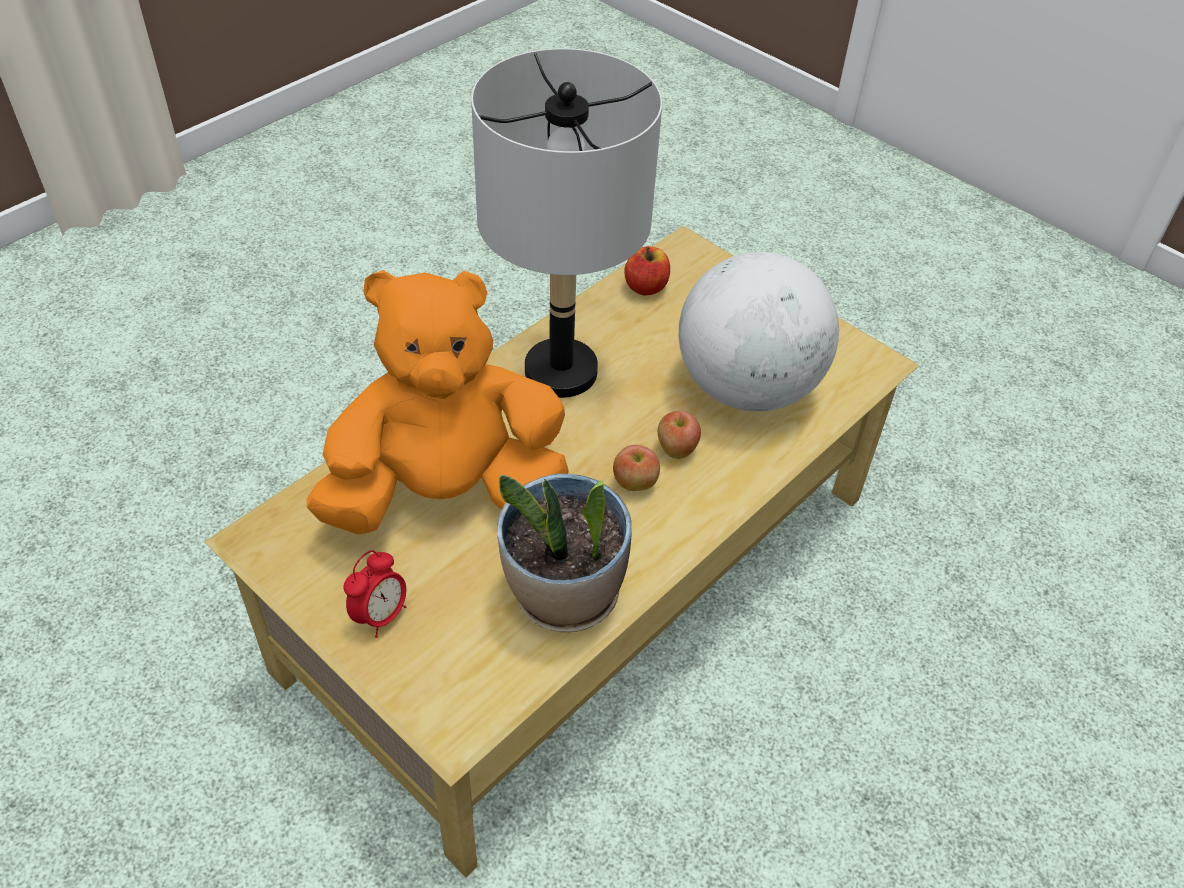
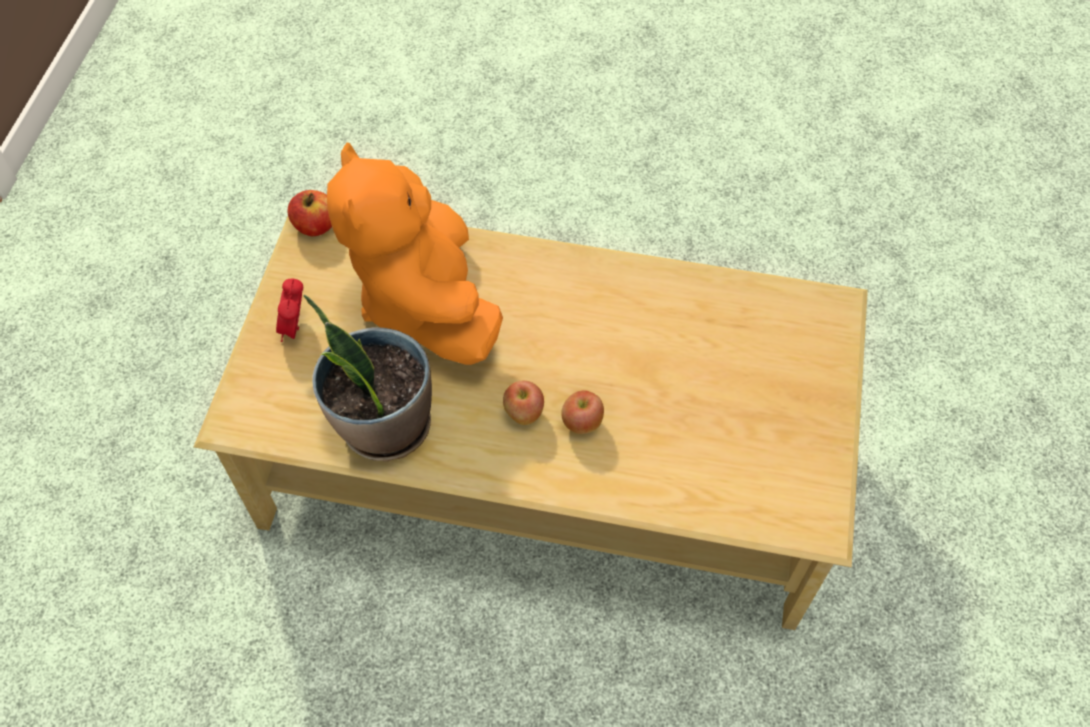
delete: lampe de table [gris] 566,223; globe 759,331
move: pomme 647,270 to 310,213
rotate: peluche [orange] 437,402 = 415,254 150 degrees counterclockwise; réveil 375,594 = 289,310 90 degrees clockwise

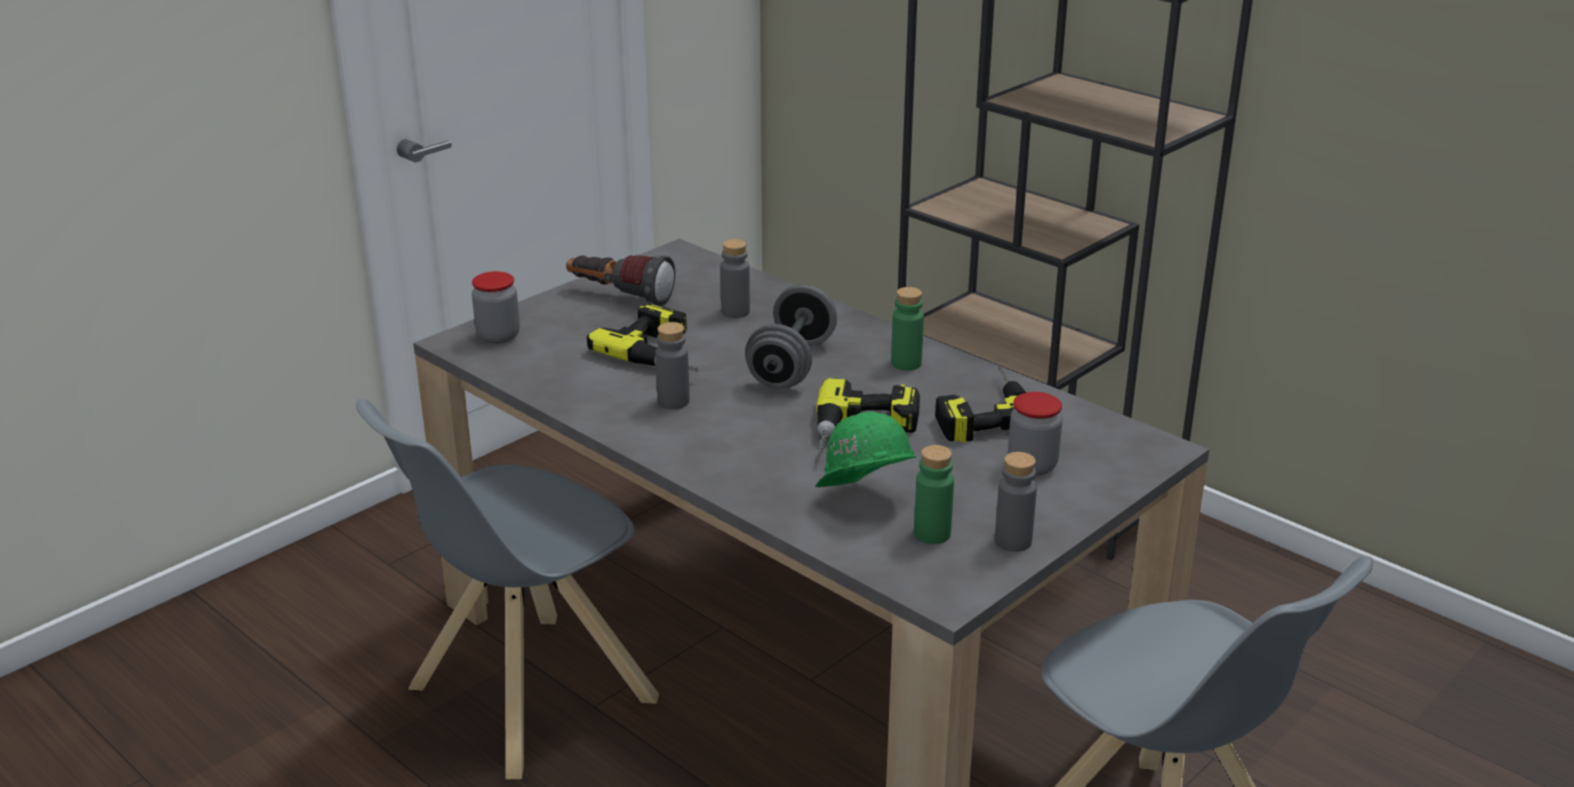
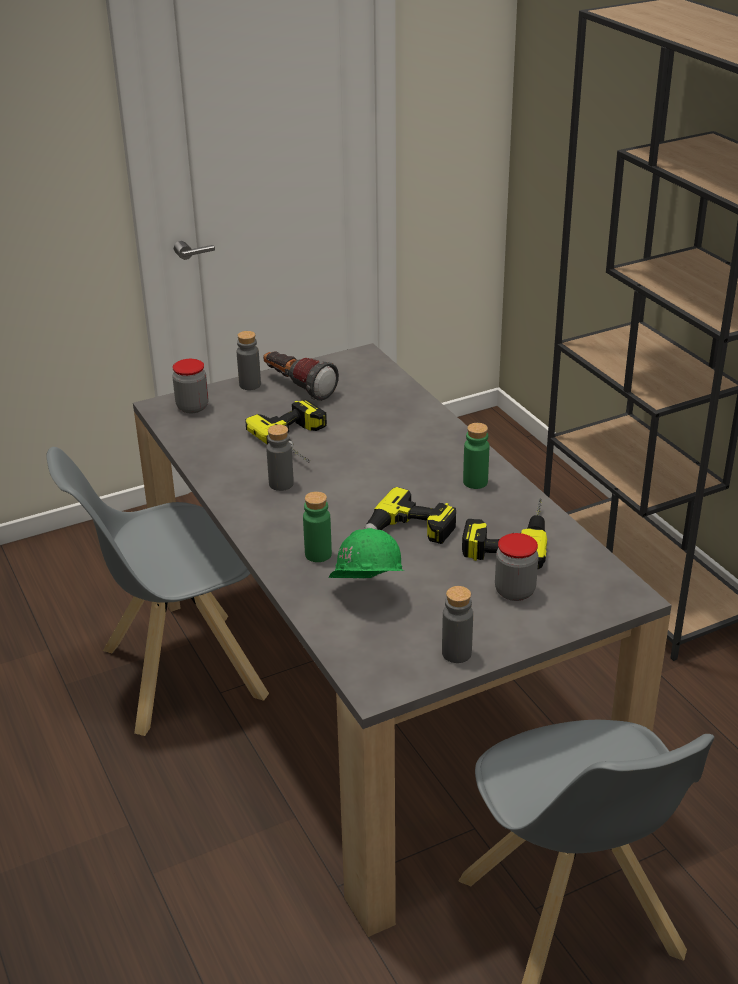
delete: haltère [gris] 791,336
move: bouteille [gris] 735,278 to 249,360; bouteille [vert] 934,494 to 317,526

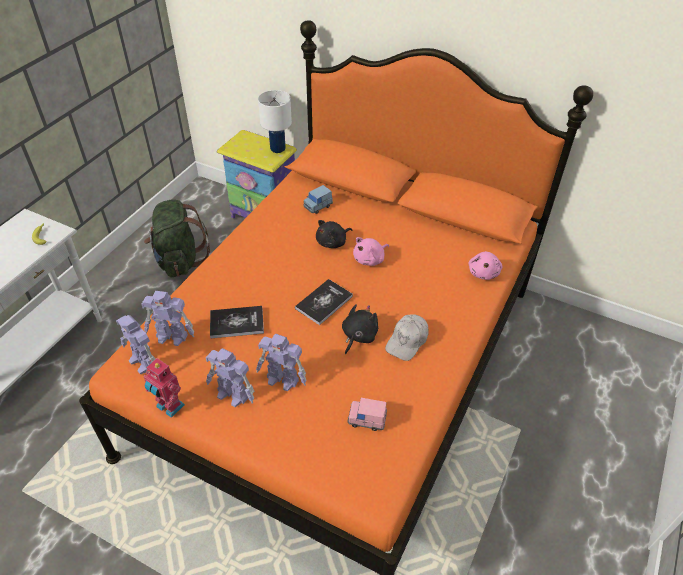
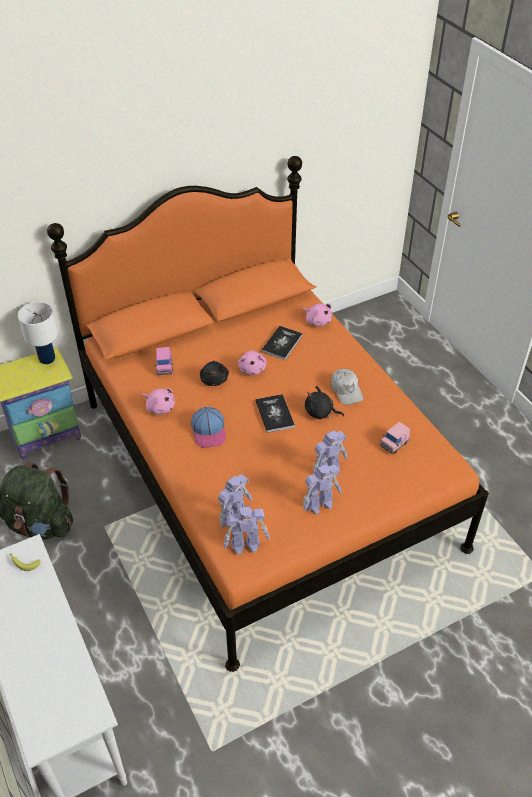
delete: robot jouet 164,388
insert: peluche [rose] 158,402; casquette 208,427
move: livre 237,322 to 282,343
recolor: petite voiture [bleu] 318,199 to petite voiture [rose] 164,361
rotate: peluche [noir] 360,329 = 324,402 45 degrees counterclockwise

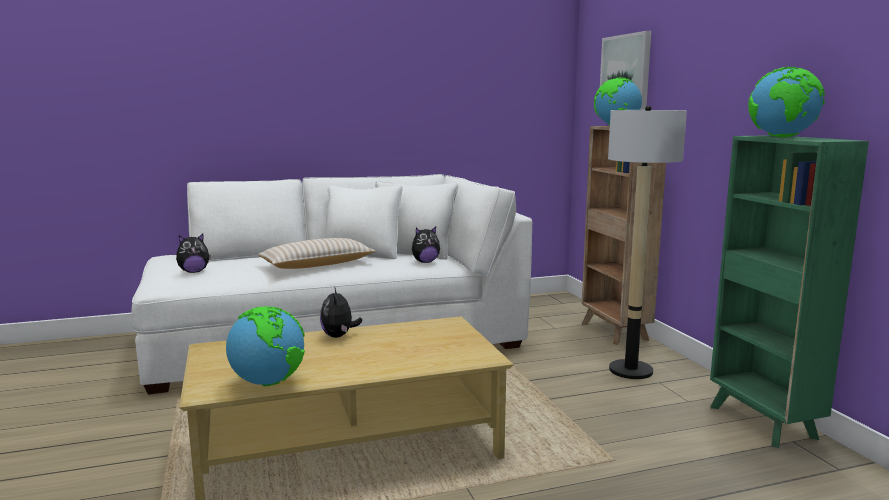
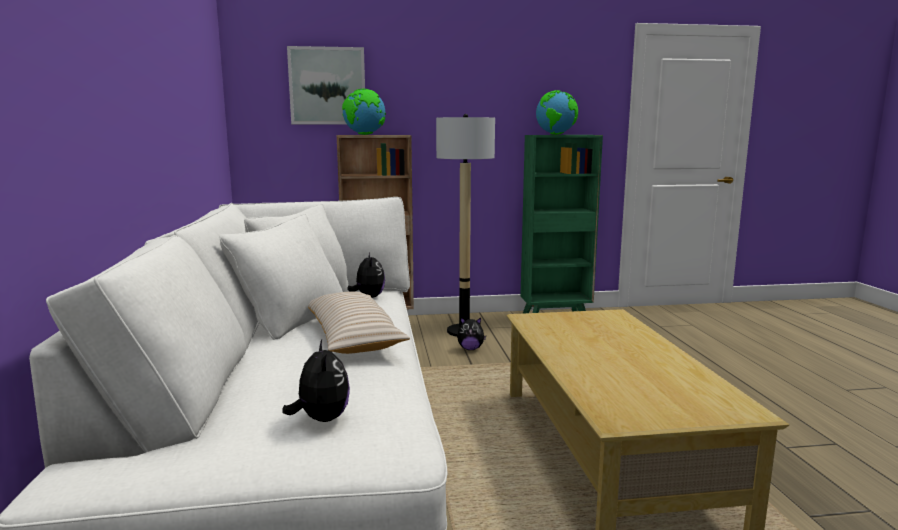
delete: globe 265,346
move: peluche 341,312 to 471,334

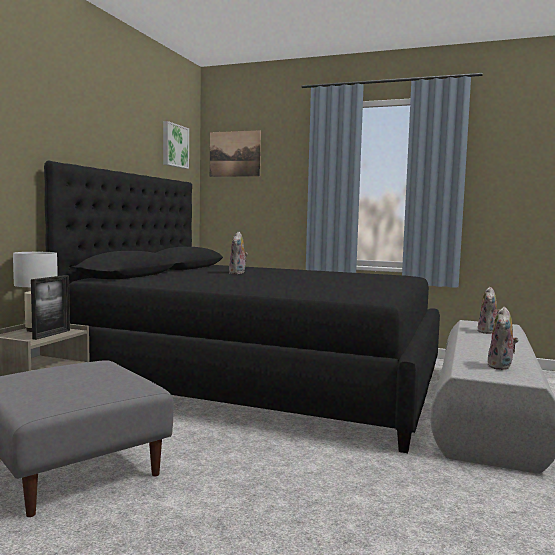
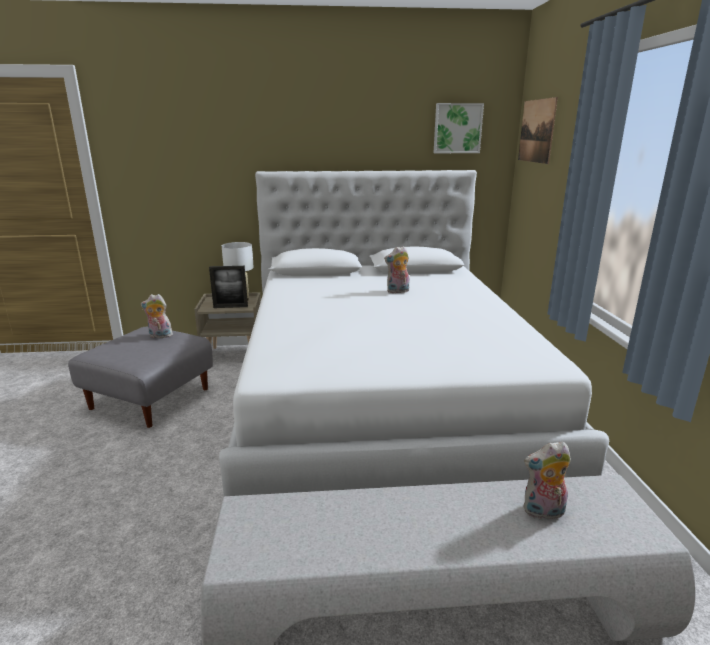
move: peluche 503,338 to 157,316
recolor: lit [noir] 242,307 to lit [blanc] 414,333

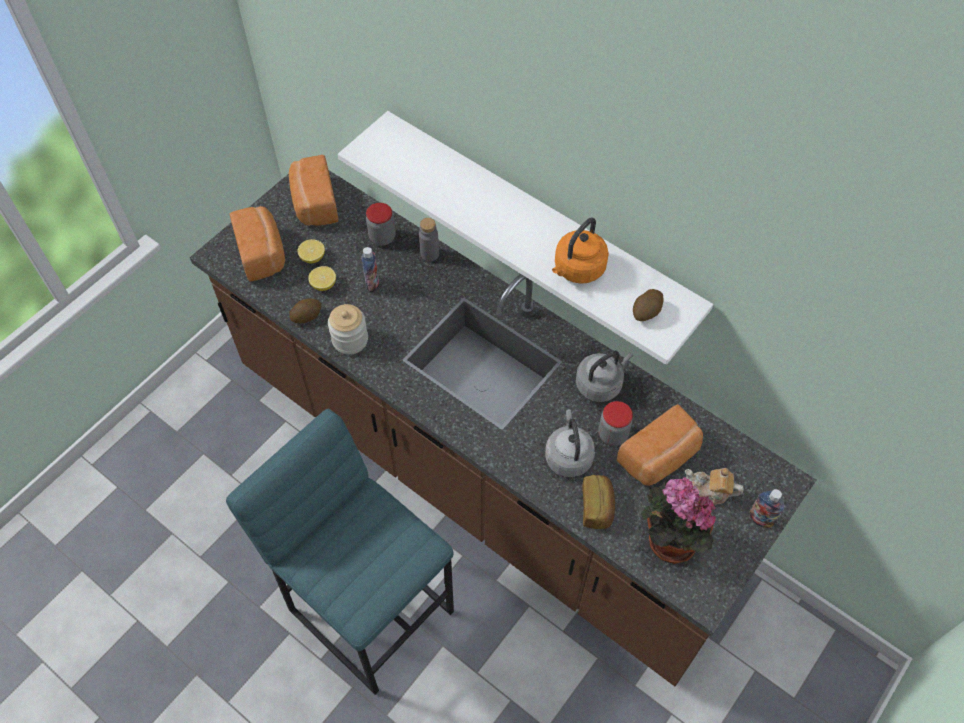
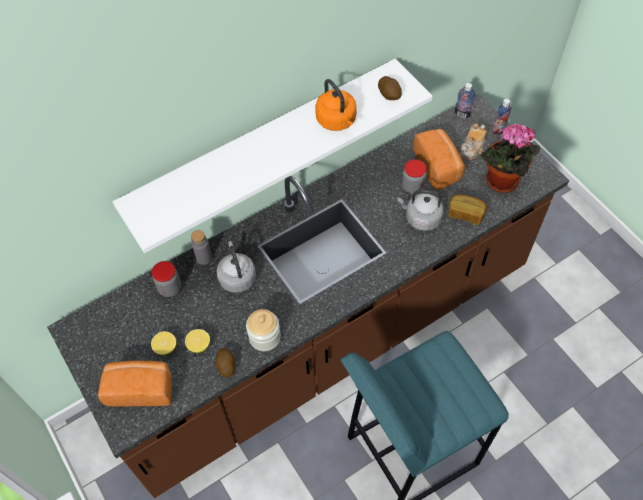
delete: pain 313,190
move: bouteille 370,269 to 465,100; bouilloire [gris] 605,376 to 236,267

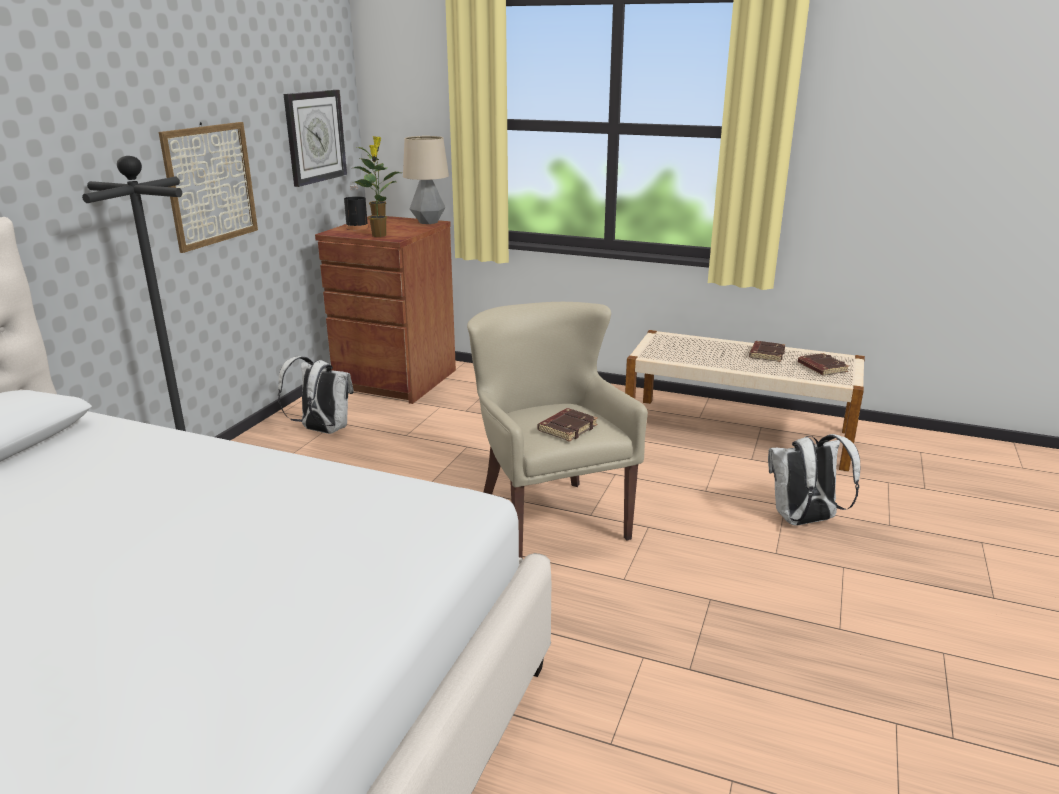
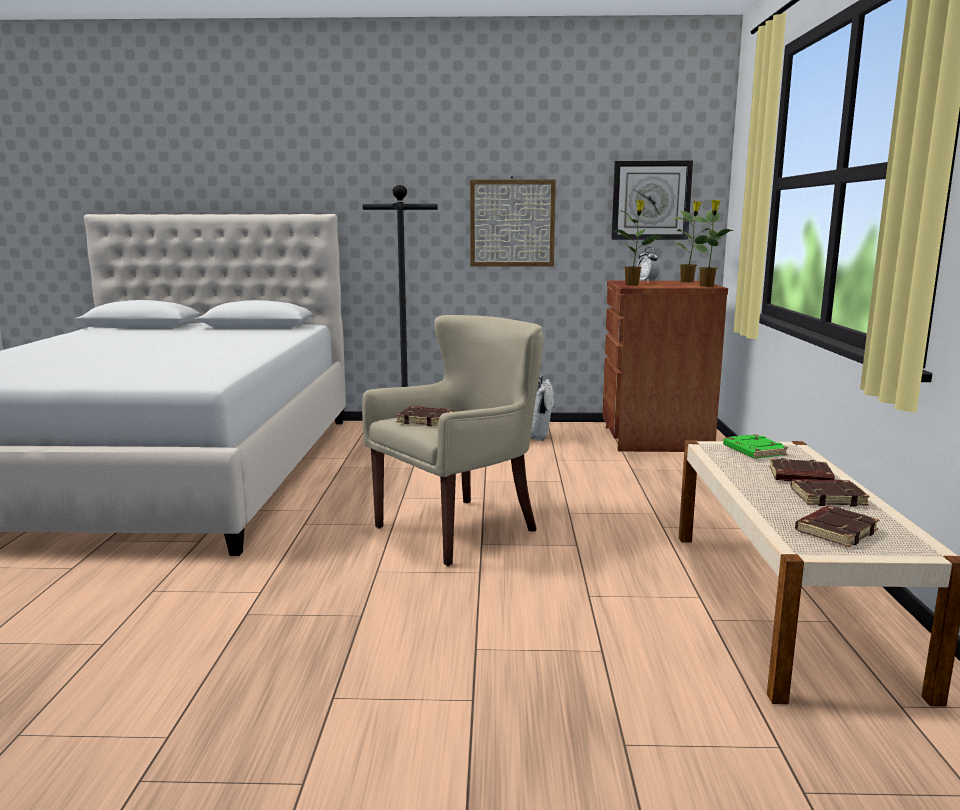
delete: sac à dos [blanc] 814,480
insert: livre [vert] 755,446; livre [marron] 802,469
replace: bouteille [noir] 356,207 to réveil 648,264; lampe de table 426,180 to plante en pot 711,243

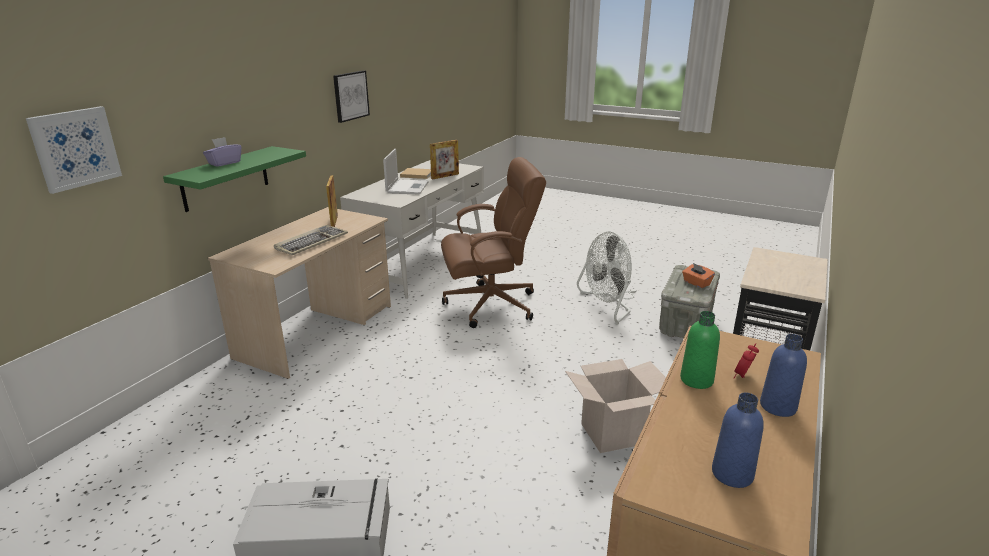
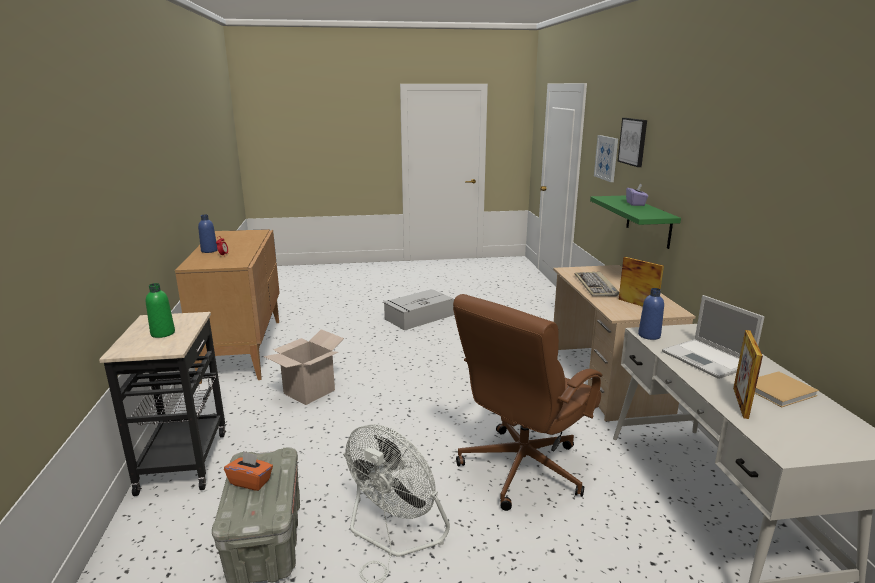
move: tableau 351,96 to 632,142; bouteille [vert] 700,350 to 160,310; bouteille [bleu] 738,440 to 651,314

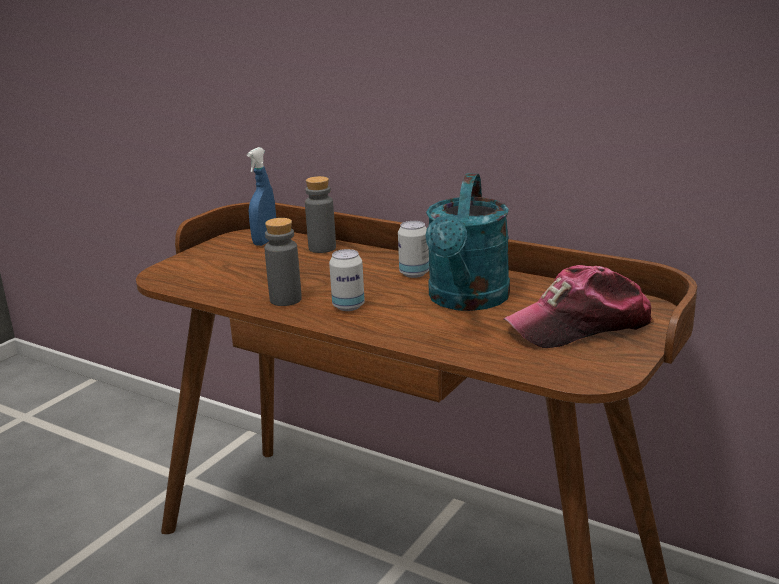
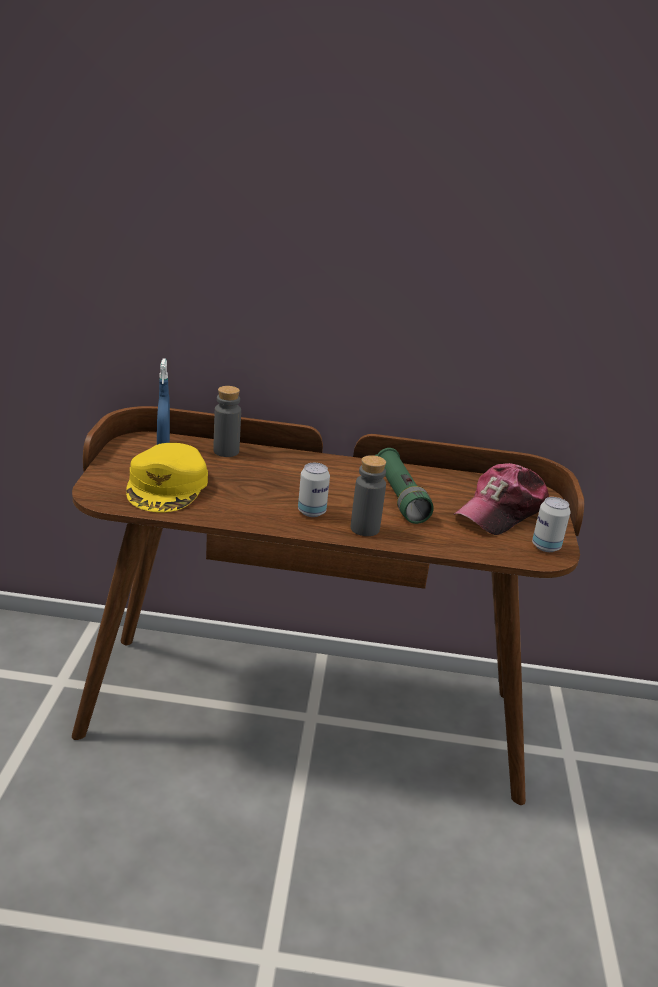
insert: casquette [jaune] 167,477
move: bouteille [gris] 283,262 to 368,495; boîte métallique 413,249 to 551,524
replace: arrosoir [turquoise] 467,242 to lampe de poche [vert] 404,486

